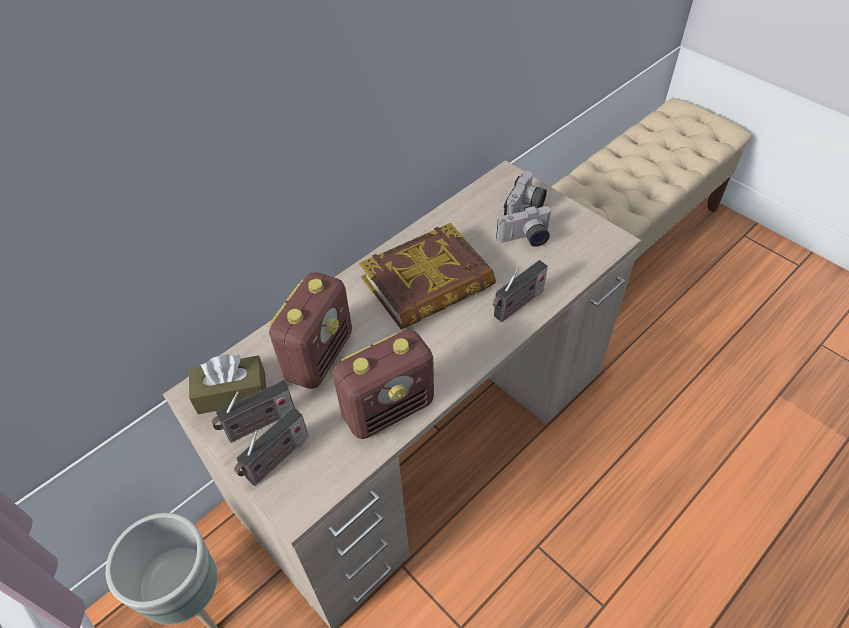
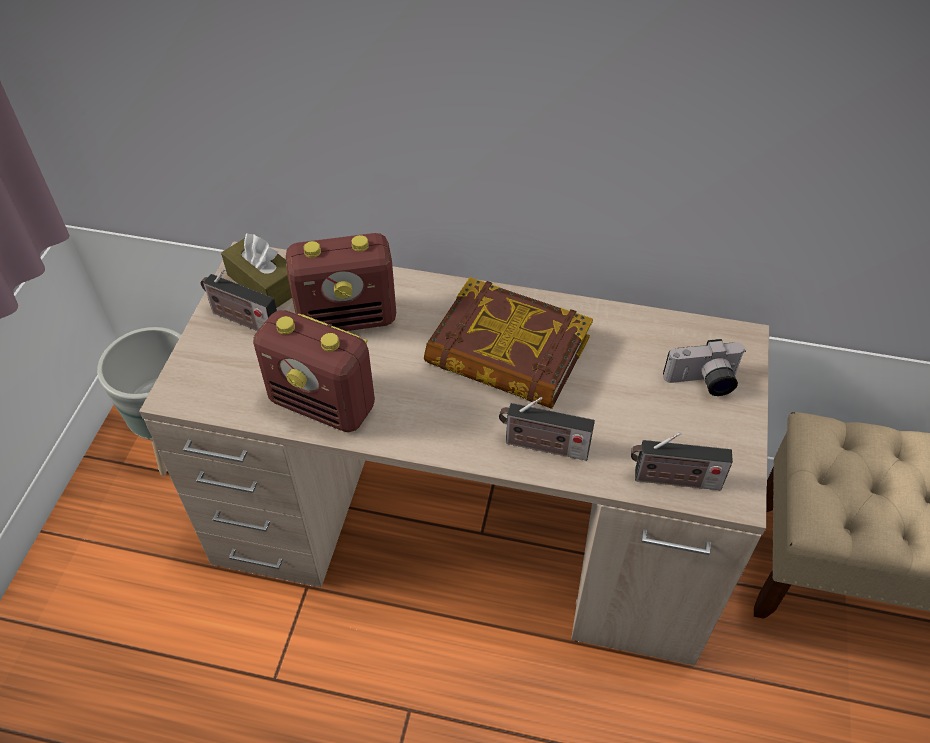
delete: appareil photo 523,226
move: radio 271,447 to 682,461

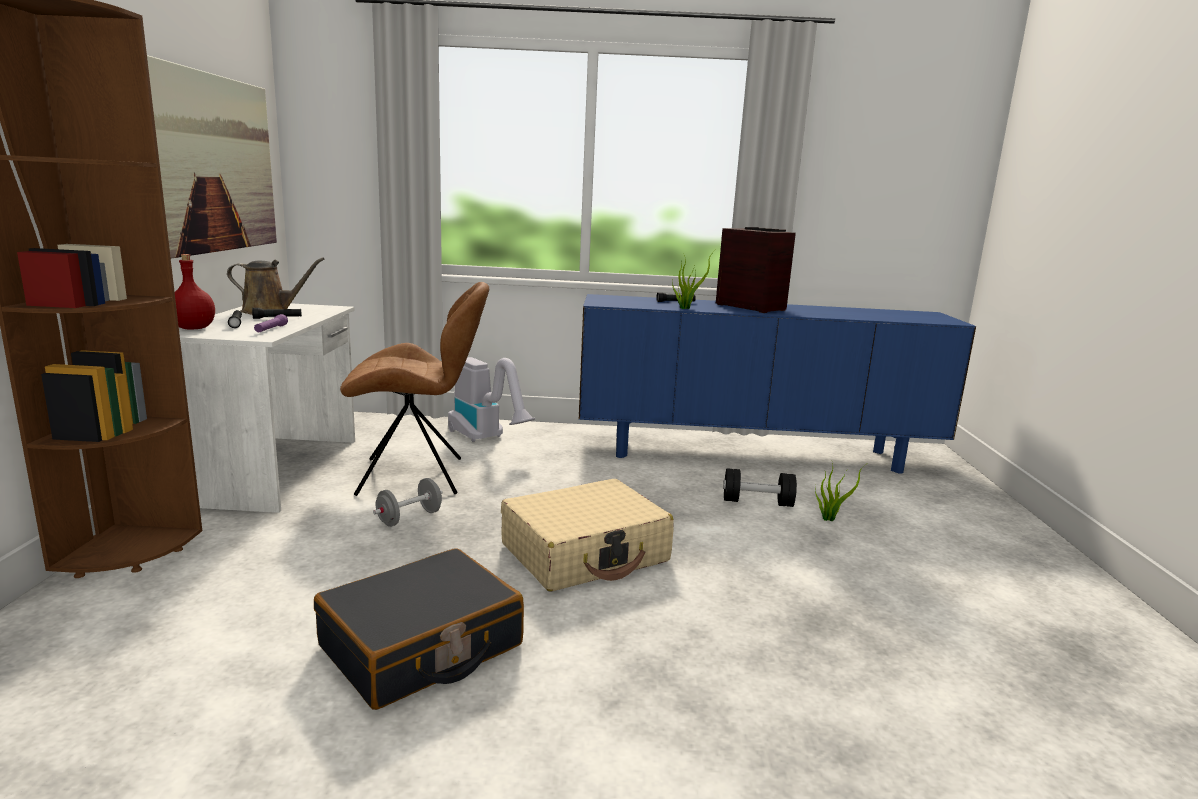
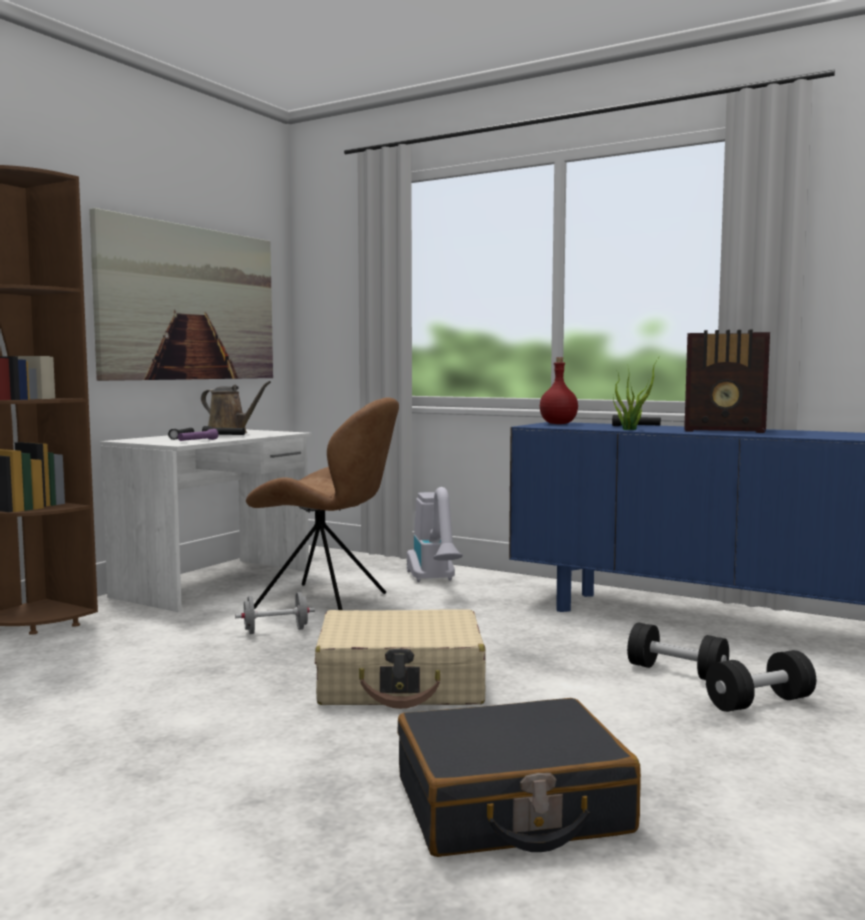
move: bouteille [rouge] 195,292 to 559,390; valise [noir] 419,629 to 519,777
replace: plante en pot 841,492 to haltère [noir] 761,681
rotate: radio 756,270 = 727,381 120 degrees clockwise

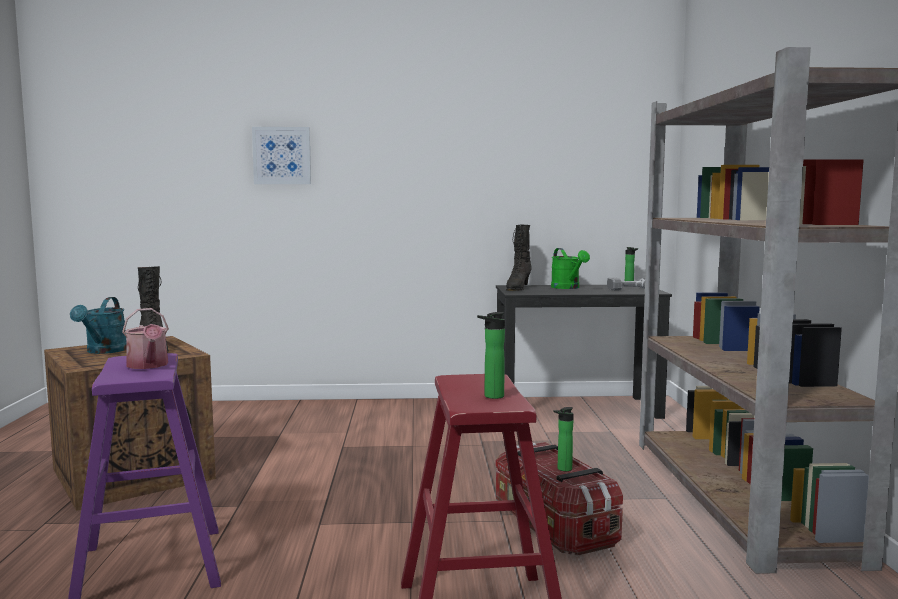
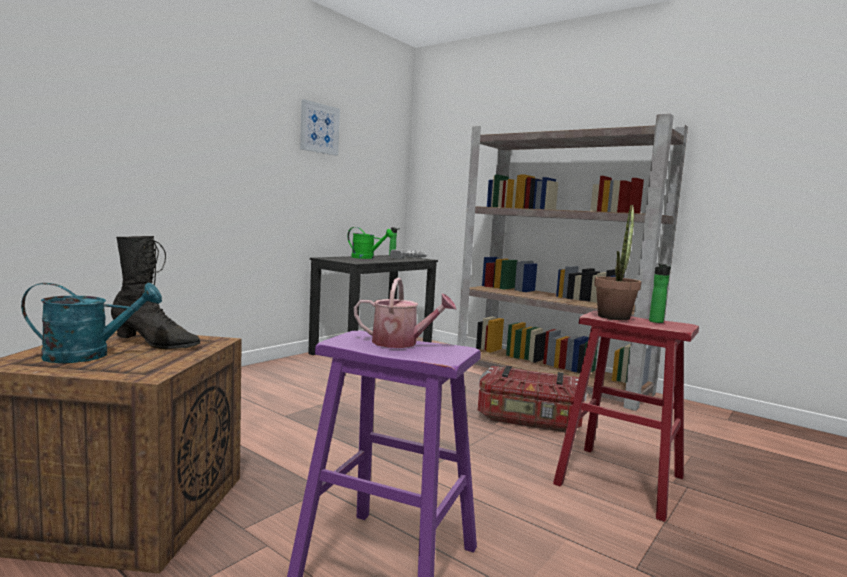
delete: botte [noir] 519,257; bouteille 563,439
insert: plante en pot 617,262
move: tableau 281,155 to 320,127
rotate: arrosoir [turquoise] 98,325 = 91,323 60 degrees counterclockwise

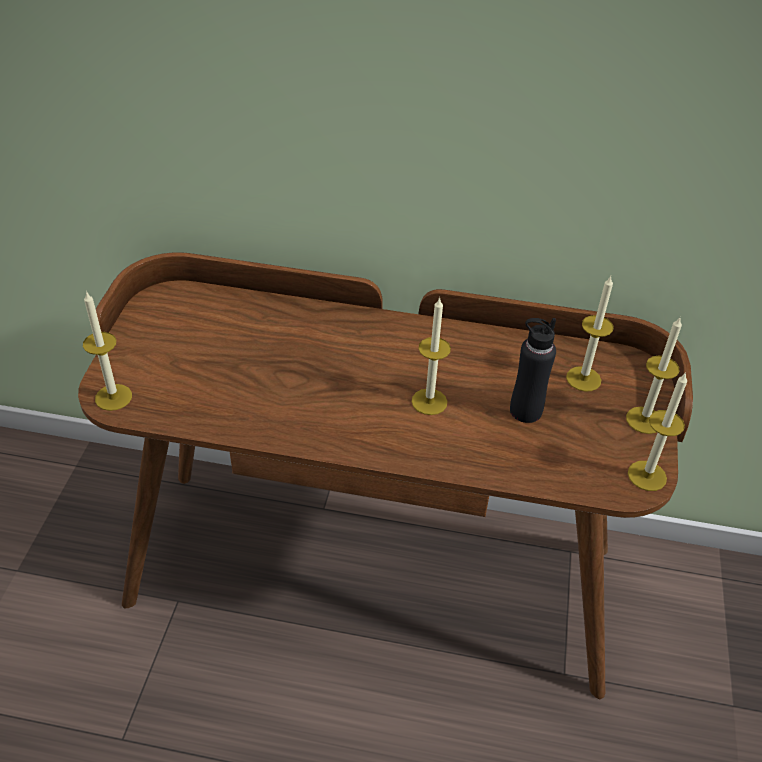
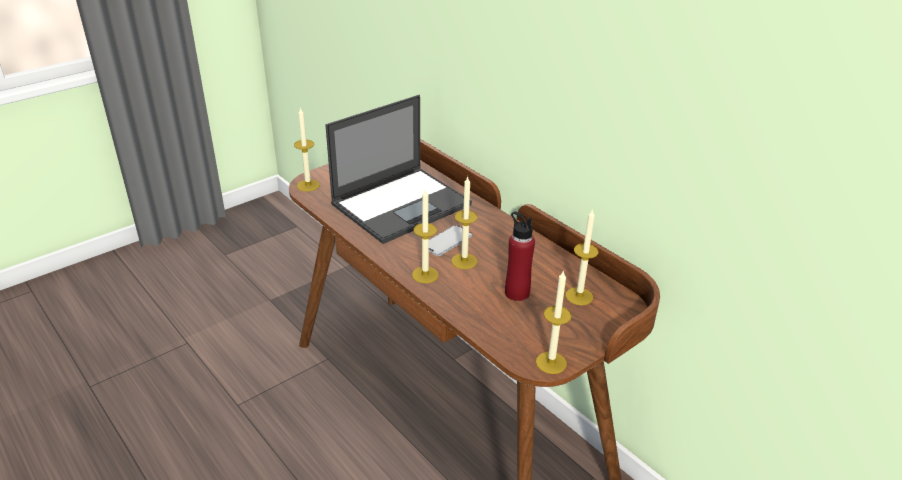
insert: ordinateur portable 398,169; téléphone 446,240
move: bougie 654,375 to 425,235
recolor: bouteille [noir] 533,370 to bouteille [rouge] 520,256

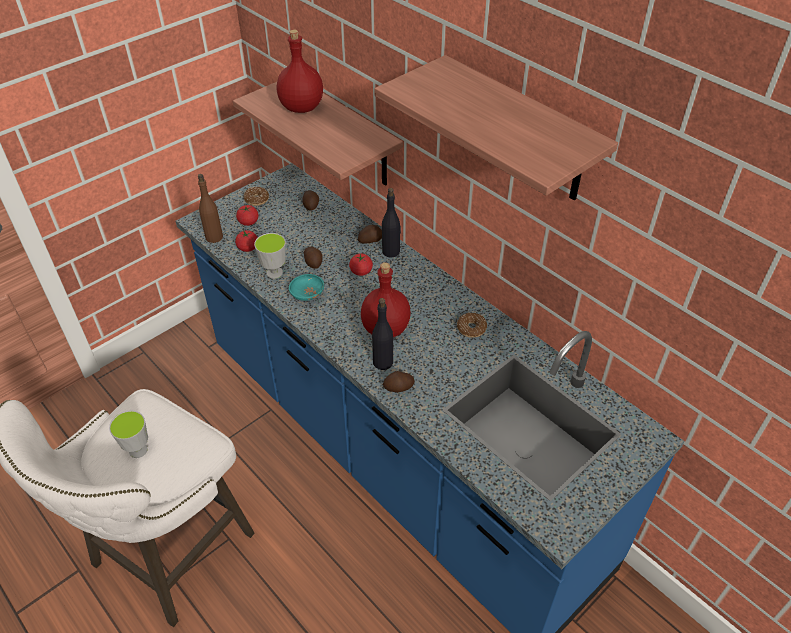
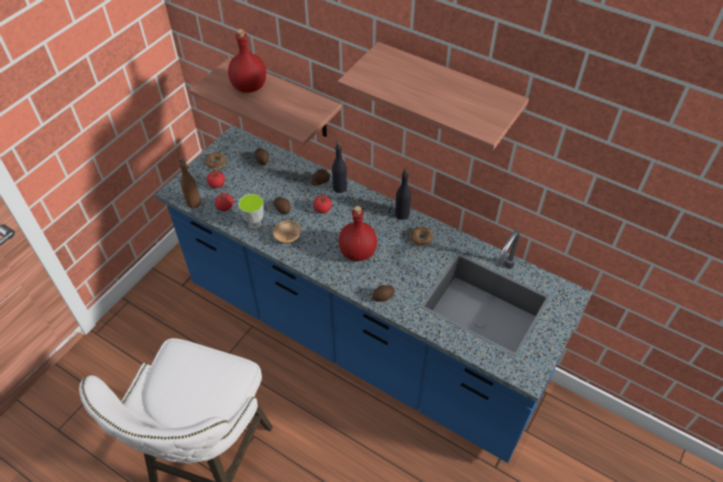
delete: tasse 128,434
move: bouteille [noir] 383,334 to 403,194
recolor: bol [turquoise] 306,287 to bol [marron] 287,231

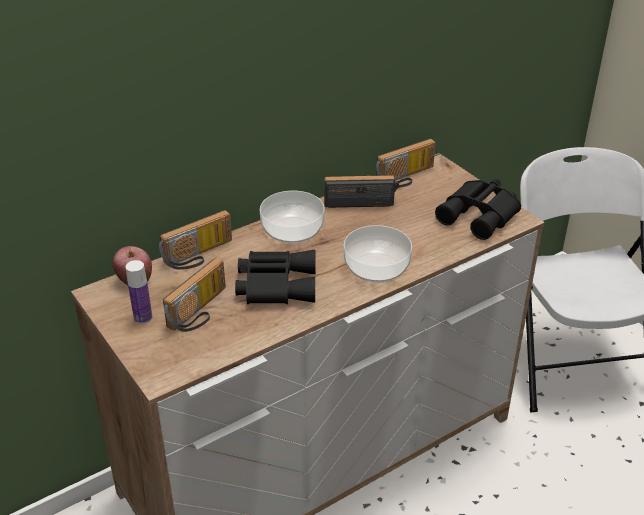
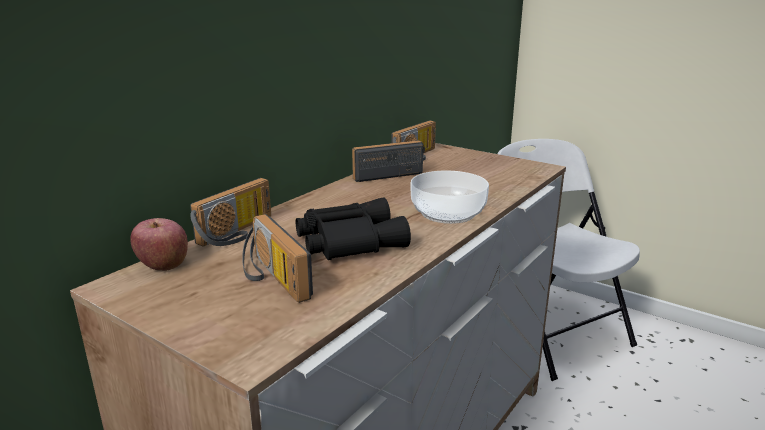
delete: bouteille 139,292; bol 292,217; jumelles [noir] 478,209
rotate: radio 194,295 = 277,258 135 degrees clockwise

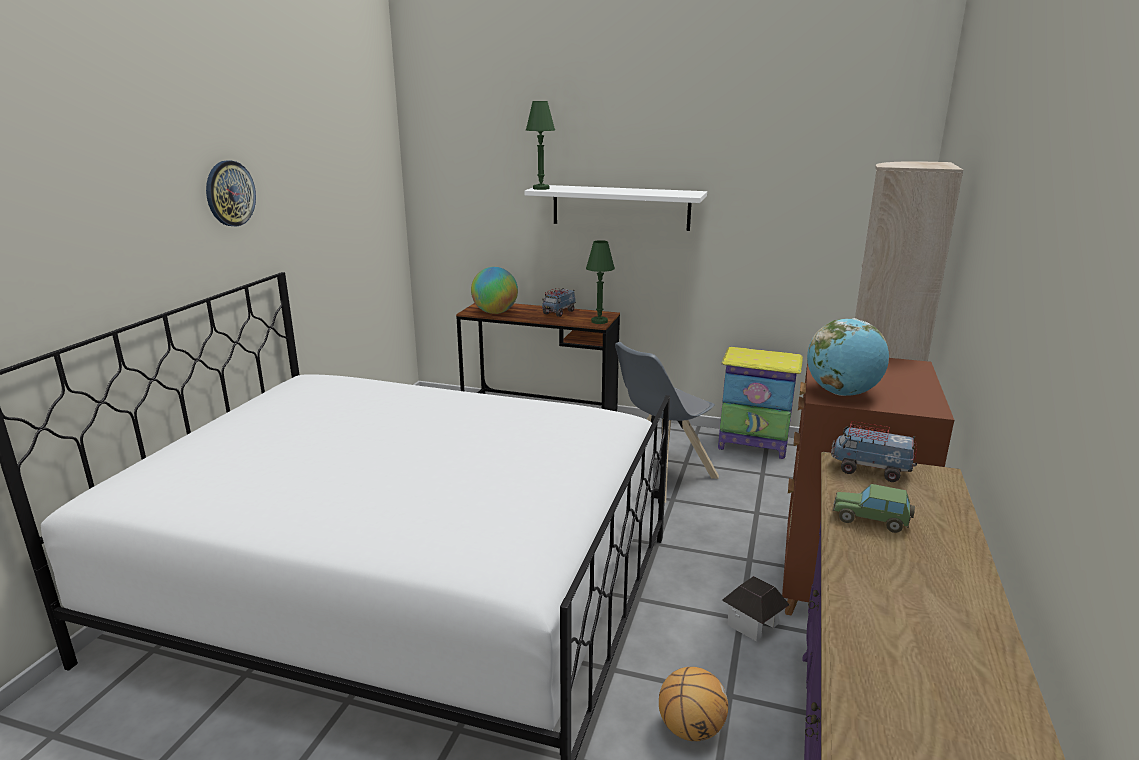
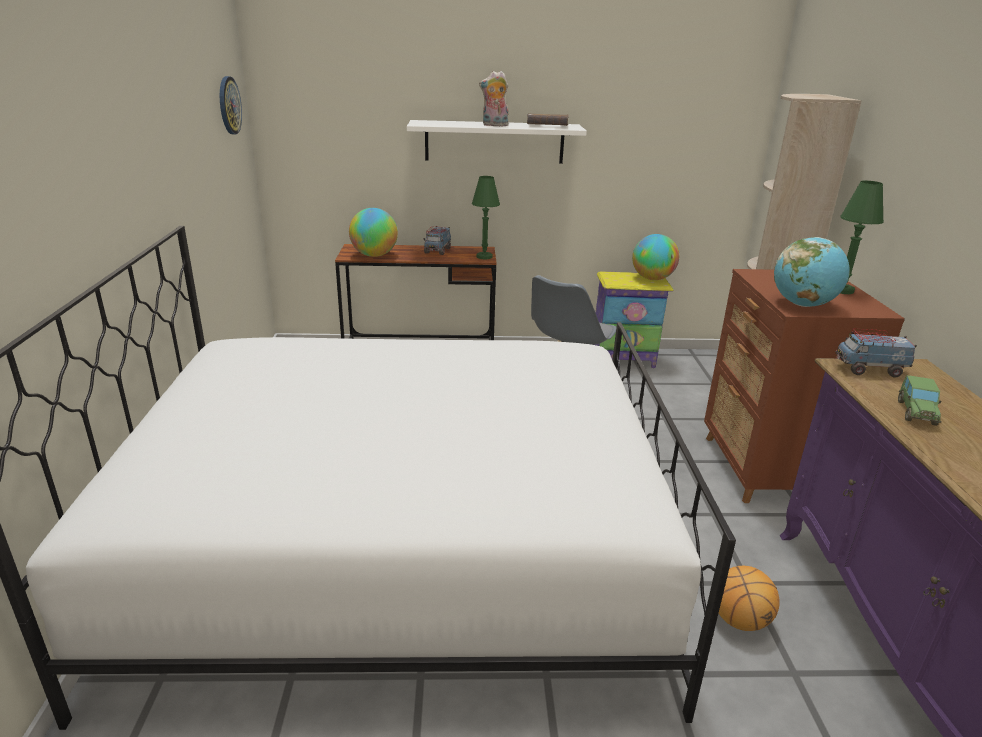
delete: maison miniature 755,608
insert: peluche 494,98; livre [marron] 548,120; globe 655,257
move: horloge murale 231,193 to 231,105; lampe de table [vert] 540,145 to 862,237
rotate: petite voiture 874,508 = 920,400 75 degrees counterclockwise

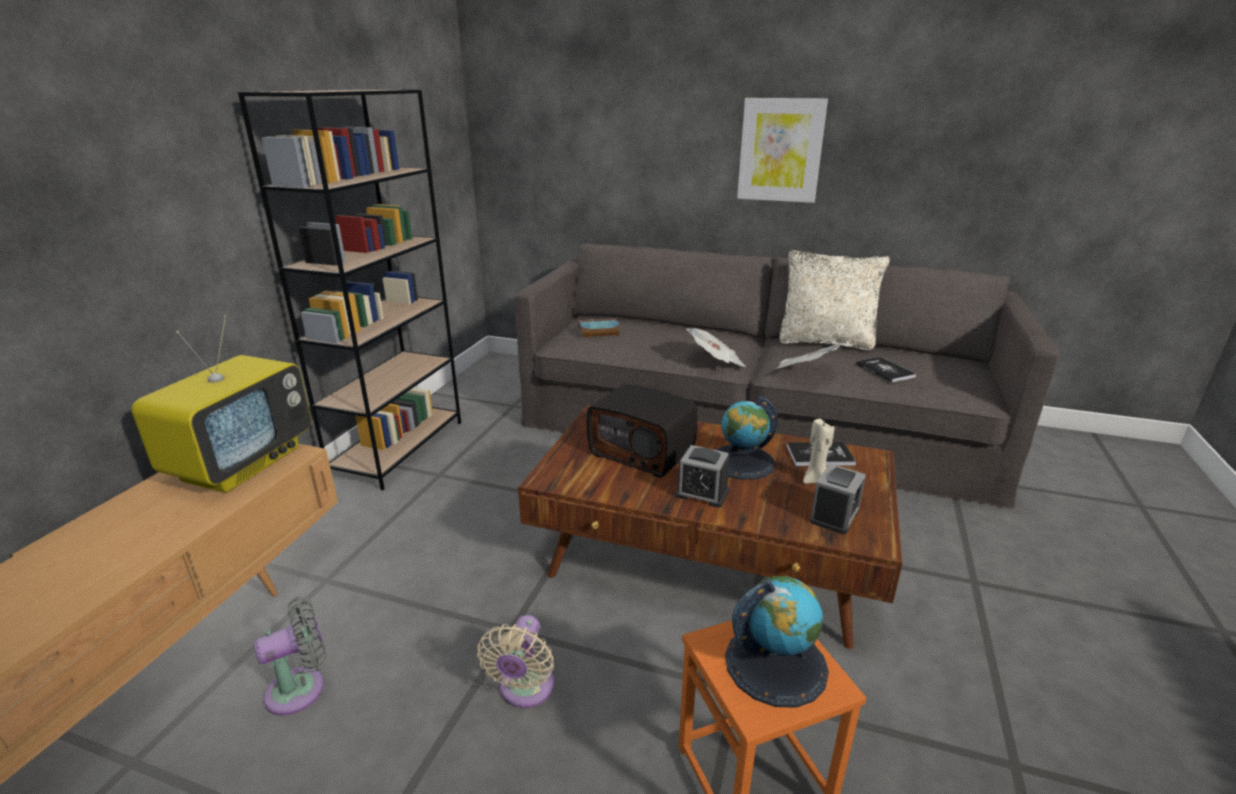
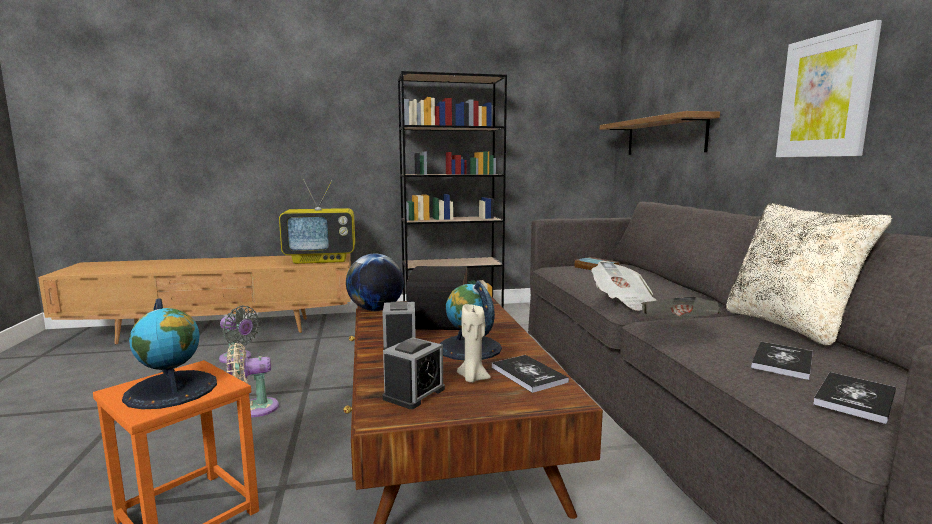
insert: globe 375,282; étagère 660,133; livre 854,398
rotate: réveil 838,499 = 414,373 60 degrees counterclockwise

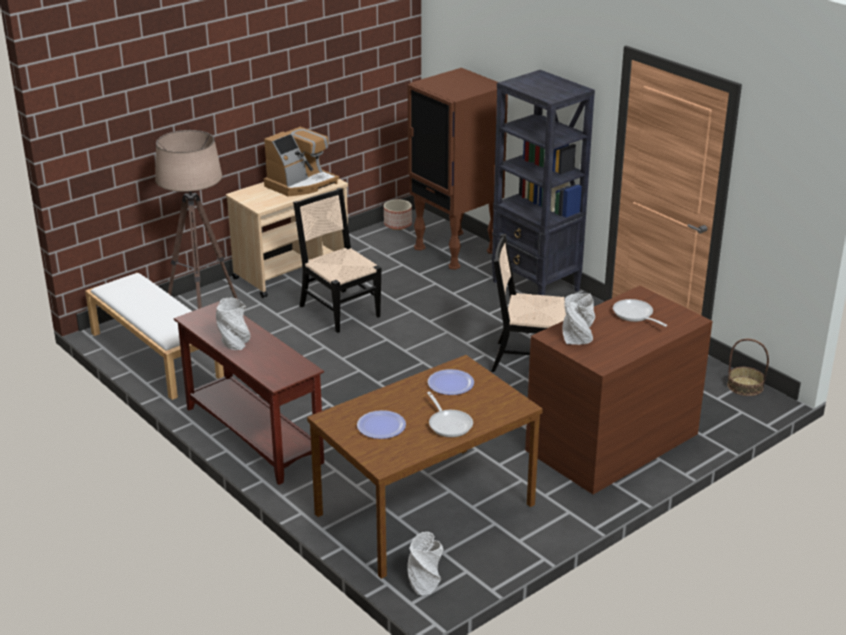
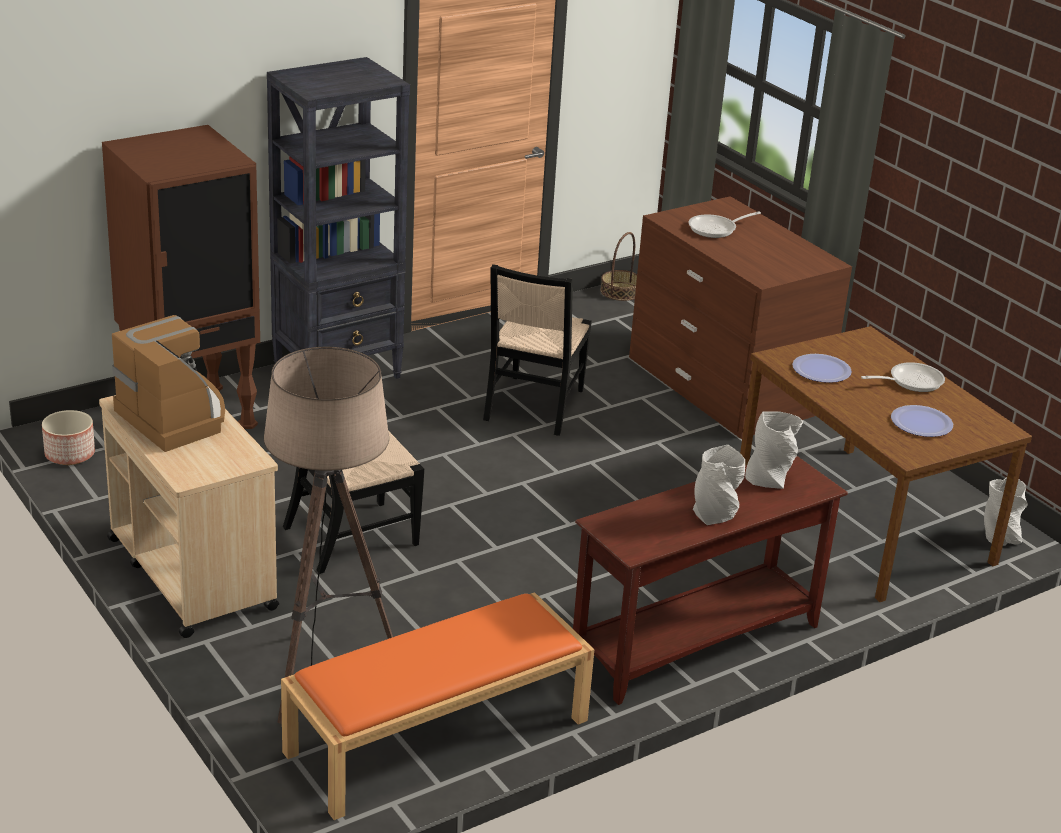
move: vase [gris] 578,319 to 774,450
recolor: banc [blanc] 154,336 to banc [orange] 437,706

